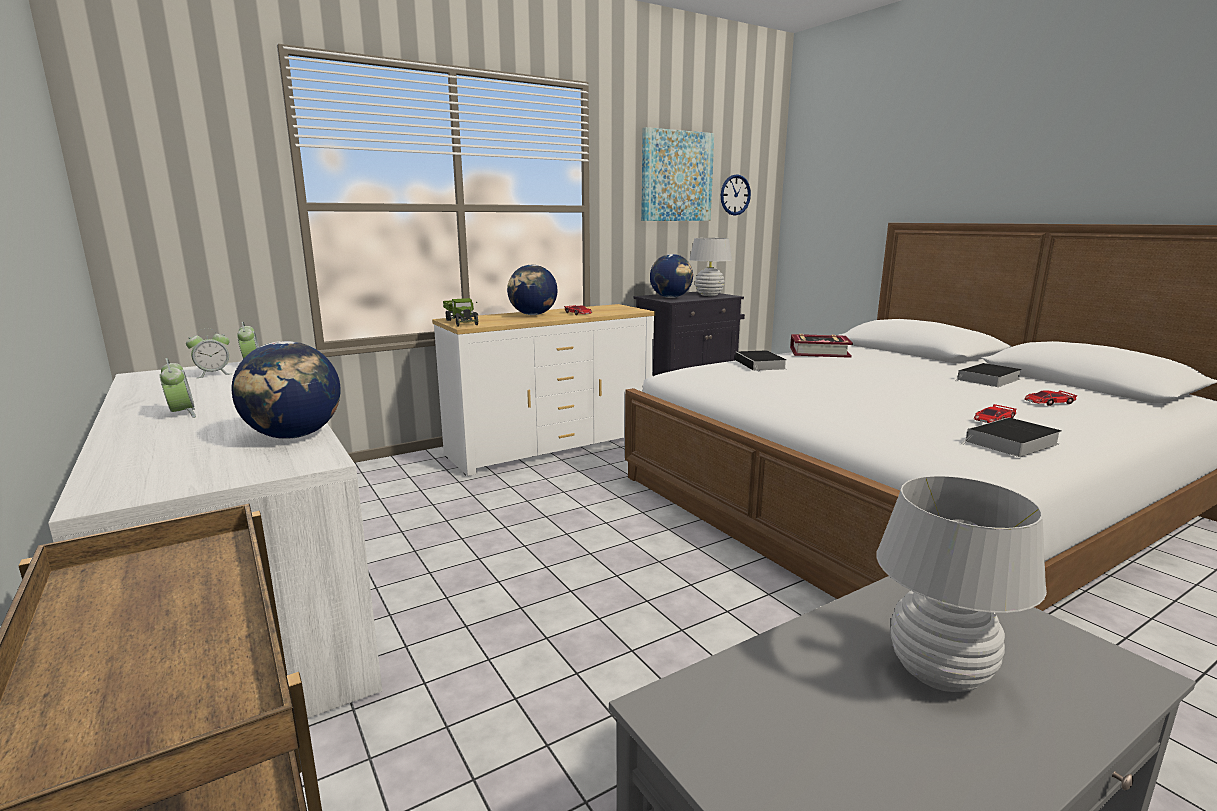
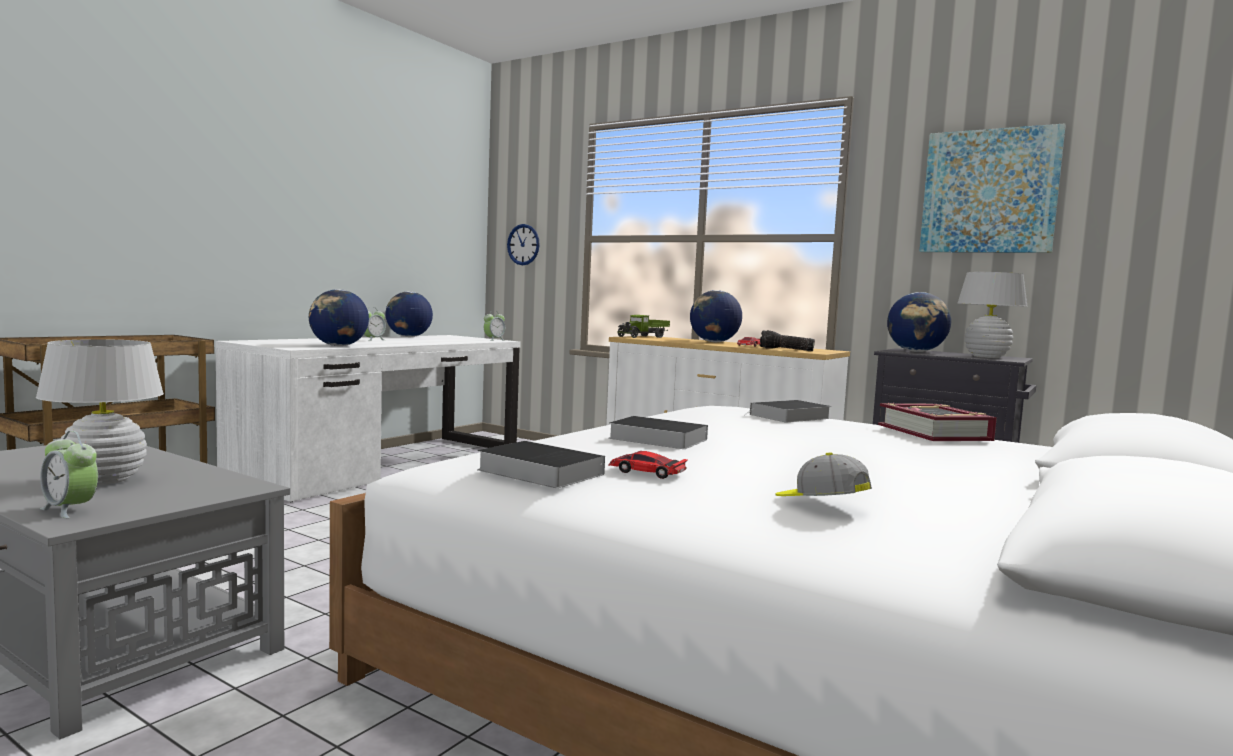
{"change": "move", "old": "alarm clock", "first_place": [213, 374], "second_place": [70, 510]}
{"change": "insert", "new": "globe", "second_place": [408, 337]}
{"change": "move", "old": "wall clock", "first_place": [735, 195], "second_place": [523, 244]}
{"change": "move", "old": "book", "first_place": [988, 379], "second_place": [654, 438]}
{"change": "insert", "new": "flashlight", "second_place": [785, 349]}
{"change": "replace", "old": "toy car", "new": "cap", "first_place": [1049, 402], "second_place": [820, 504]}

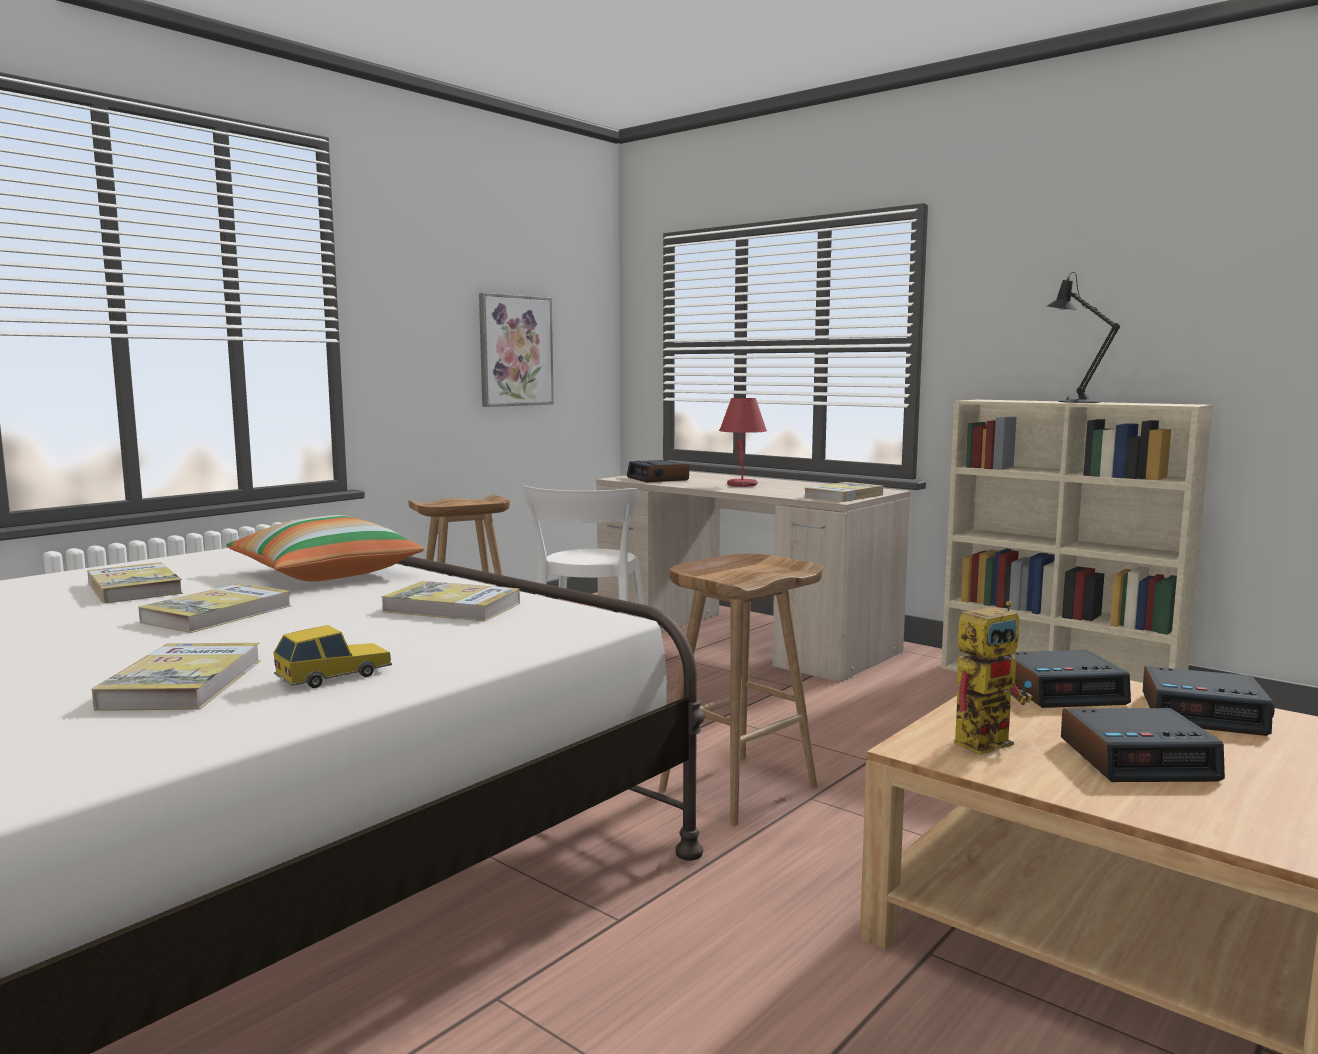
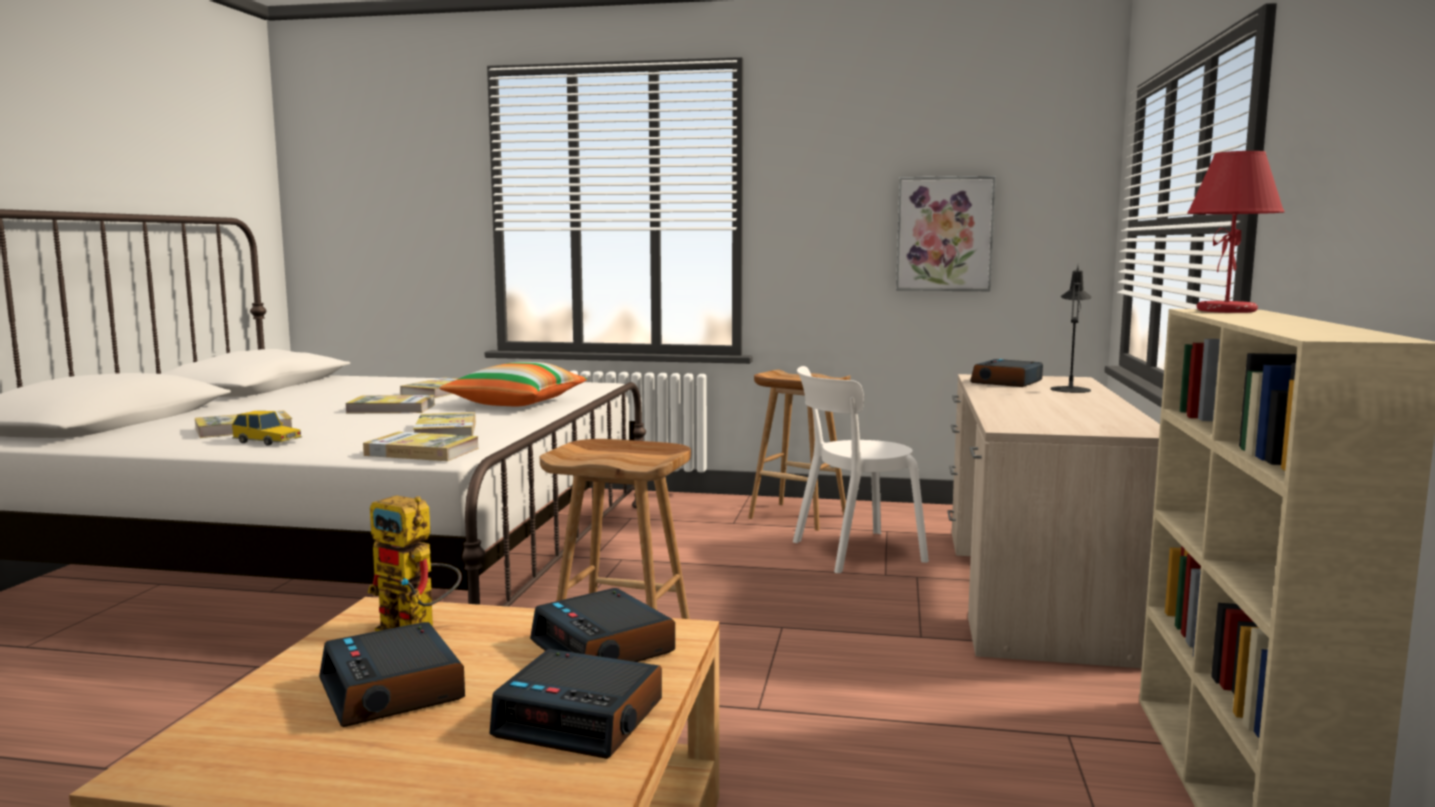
{"change": "move", "old": "book", "first_place": [843, 496], "second_place": [422, 452]}
{"change": "rotate", "old": "alarm clock", "first_place": [1204, 713], "second_place": [581, 718], "degrees": -60}
{"change": "move", "old": "table lamp (black)", "first_place": [1073, 401], "second_place": [1070, 389]}
{"change": "move", "old": "table lamp (red)", "first_place": [742, 485], "second_place": [1226, 311]}

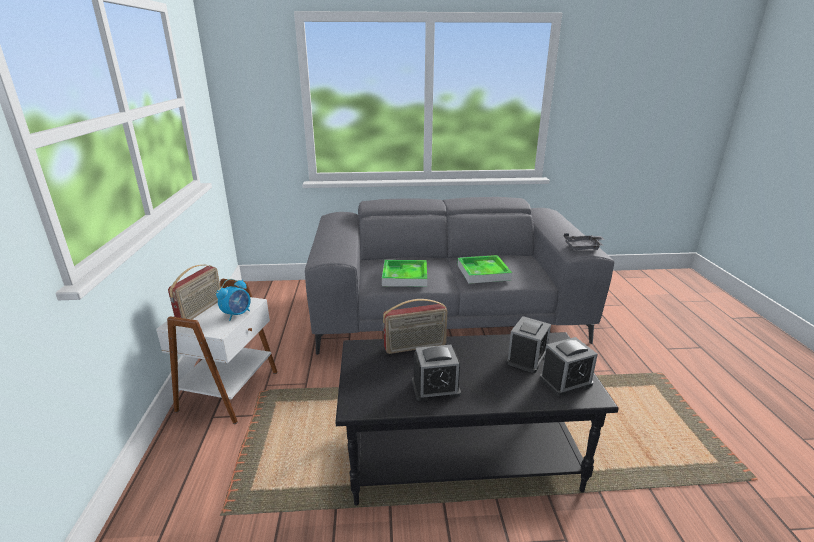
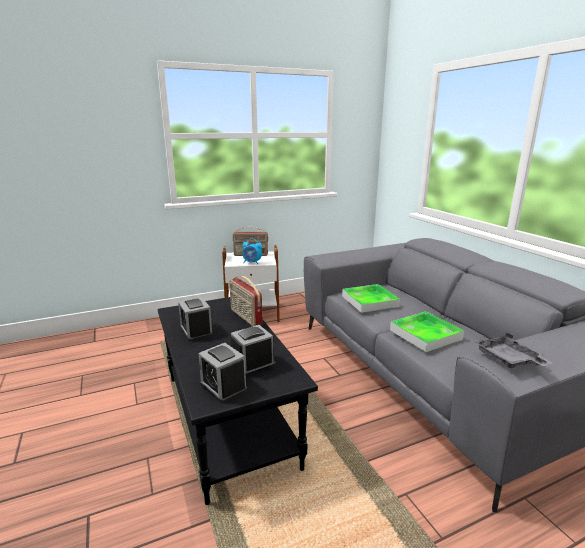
{"change": "rotate", "old": "alarm clock", "first_place": [527, 358], "second_place": [252, 365], "degrees": 135}

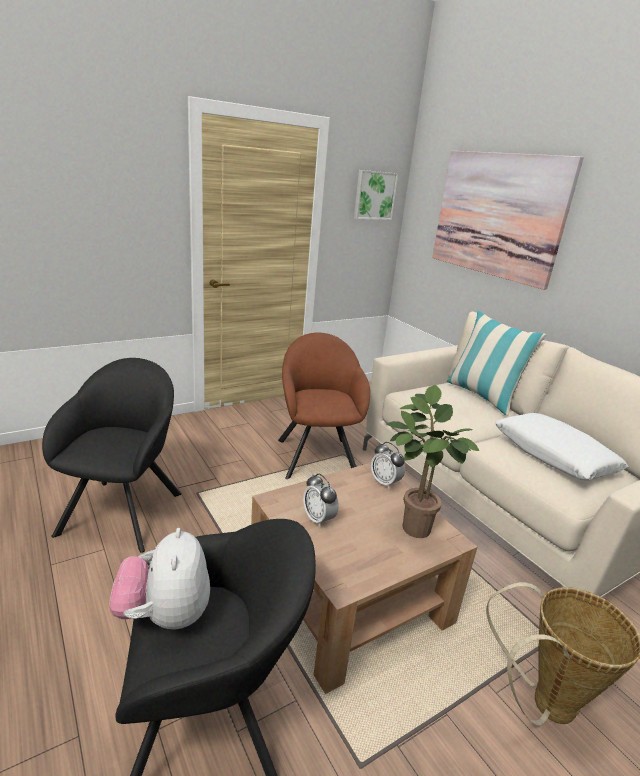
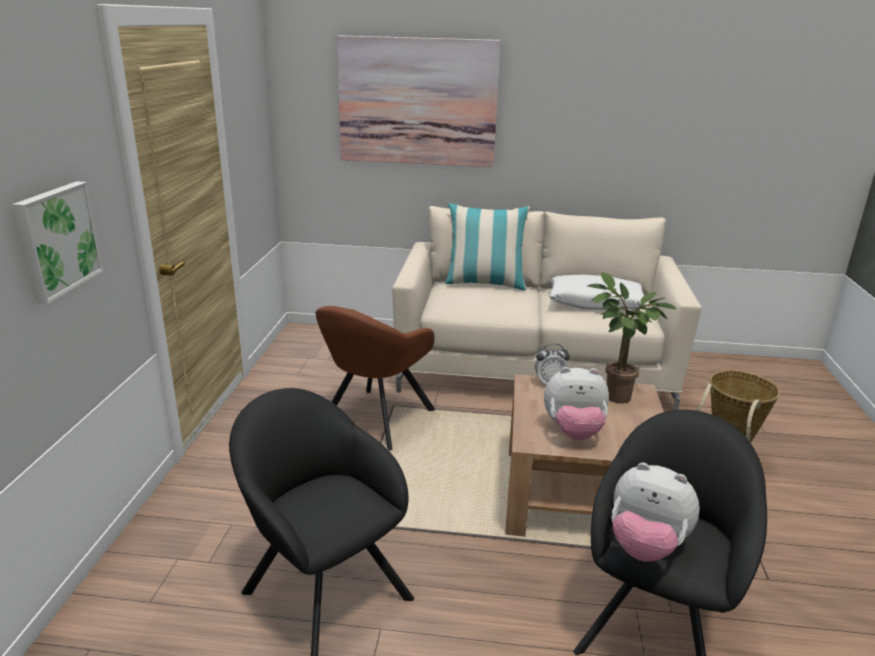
{"change": "move", "old": "picture", "first_place": [374, 195], "second_place": [56, 240]}
{"change": "rotate", "old": "armchair (brown)", "first_place": [316, 455], "second_place": [374, 421], "degrees": -90}
{"change": "replace", "old": "alarm clock", "new": "plush toy", "first_place": [318, 519], "second_place": [573, 432]}

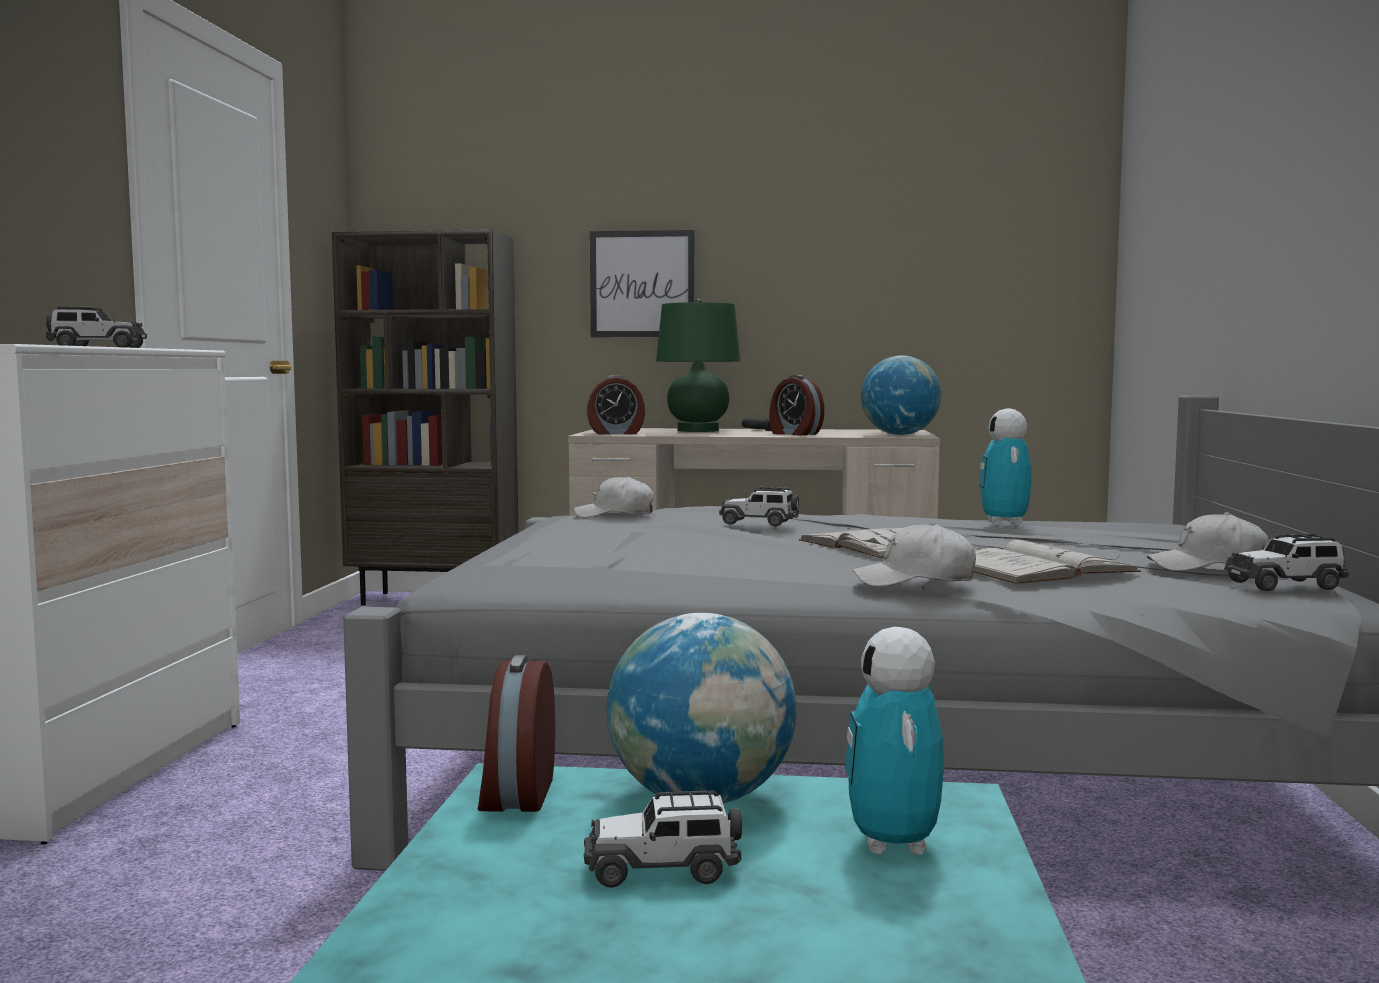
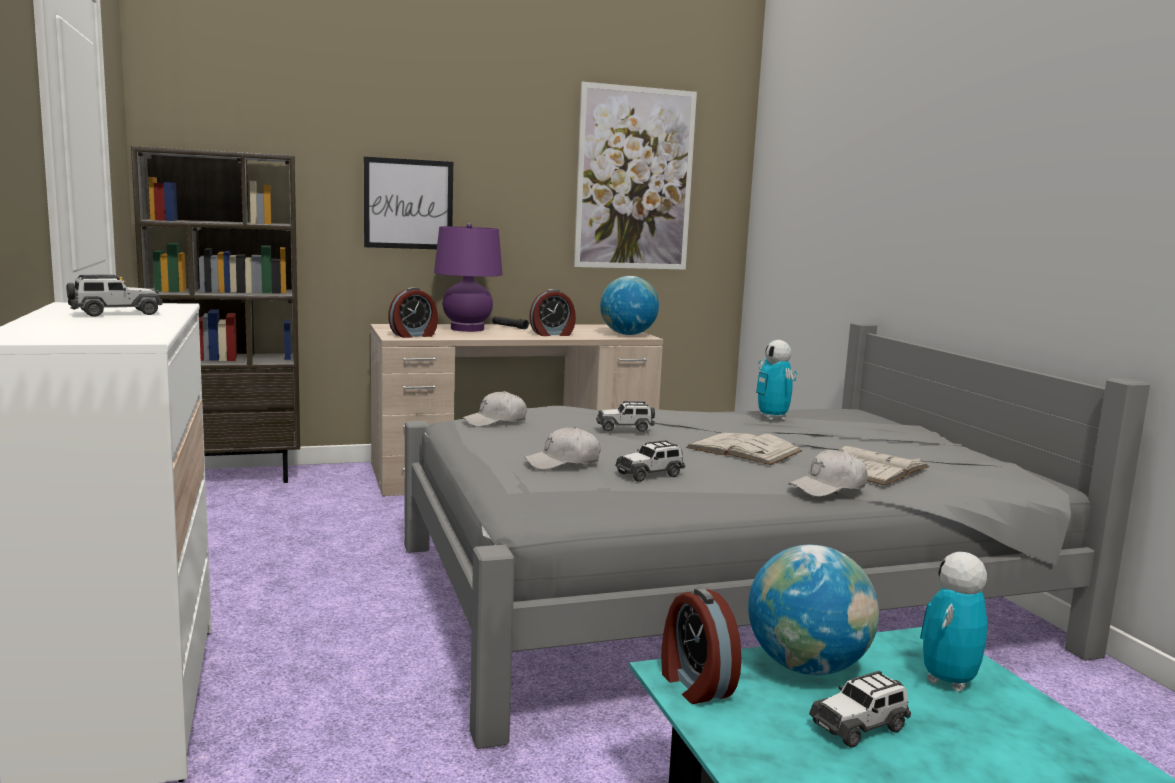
{"change": "recolor", "old": "table lamp (green)", "new": "table lamp (purple)", "first_place": [698, 430], "second_place": [467, 329]}
{"change": "move", "old": "cap (white)", "first_place": [1208, 567], "second_place": [563, 463]}
{"change": "rotate", "old": "alarm clock", "first_place": [794, 434], "second_place": [552, 334], "degrees": -45}
{"change": "insert", "new": "picture", "second_place": [634, 179]}
{"change": "move", "old": "toy car", "first_place": [1285, 585], "second_place": [650, 474]}
{"change": "rotate", "old": "toy robot", "first_place": [893, 845], "second_place": [948, 681], "degrees": 60}

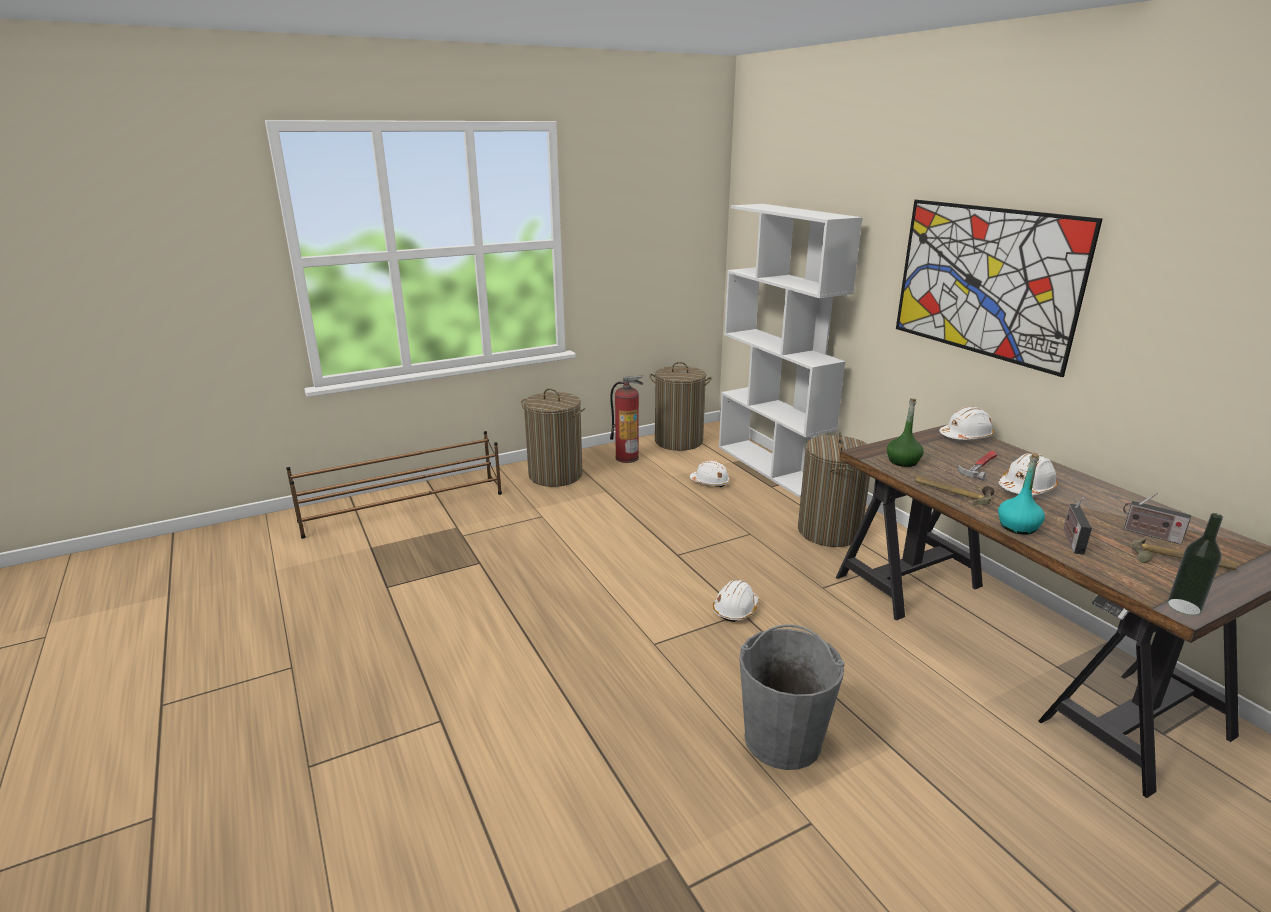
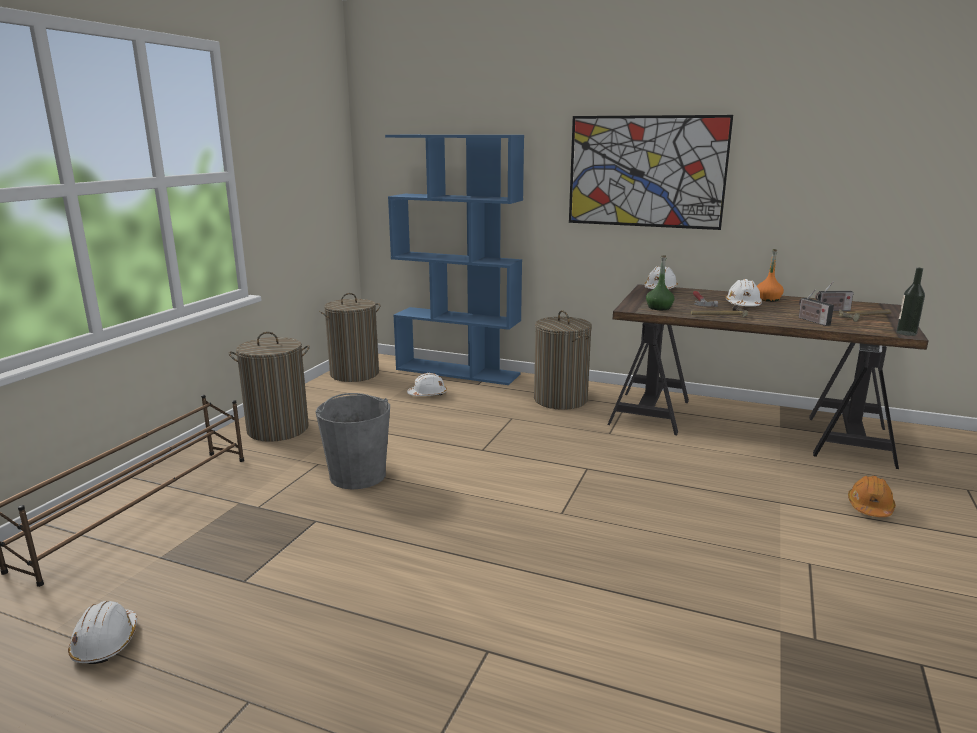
{"change": "move", "old": "hard hat (white)", "first_place": [735, 609], "second_place": [106, 643]}
{"change": "move", "old": "bucket (grey)", "first_place": [783, 739], "second_place": [358, 475]}
{"change": "recolor", "old": "bookcase (white)", "new": "bookcase (blue)", "first_place": [772, 467], "second_place": [458, 371]}
{"change": "insert", "new": "bottle (orange)", "second_place": [768, 299]}
{"change": "insert", "new": "hard hat (orange)", "second_place": [870, 507]}
{"change": "delete", "old": "fire extinguisher", "first_place": [627, 457]}
{"change": "delete", "old": "bottle (turquoise)", "first_place": [1018, 527]}

